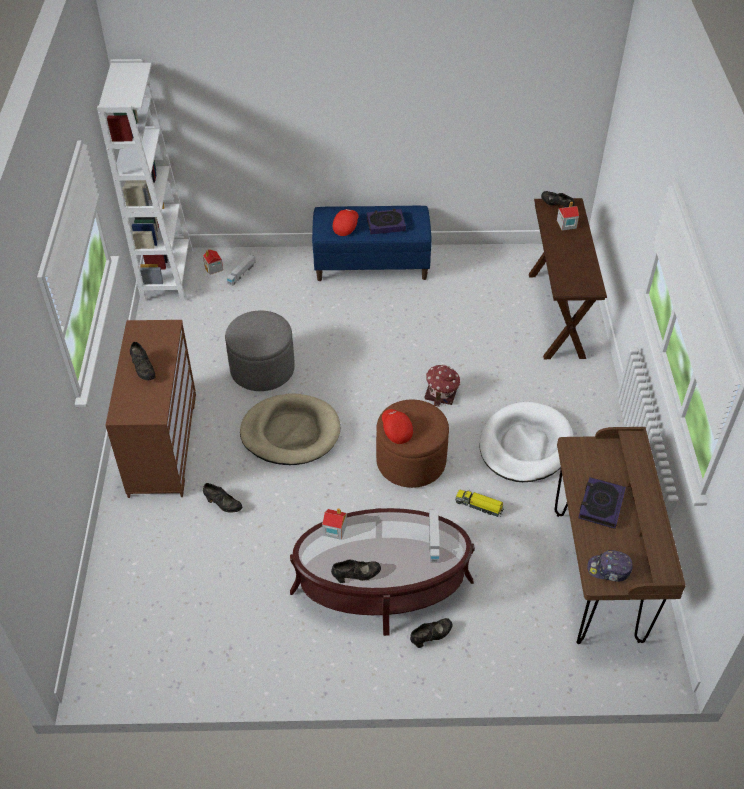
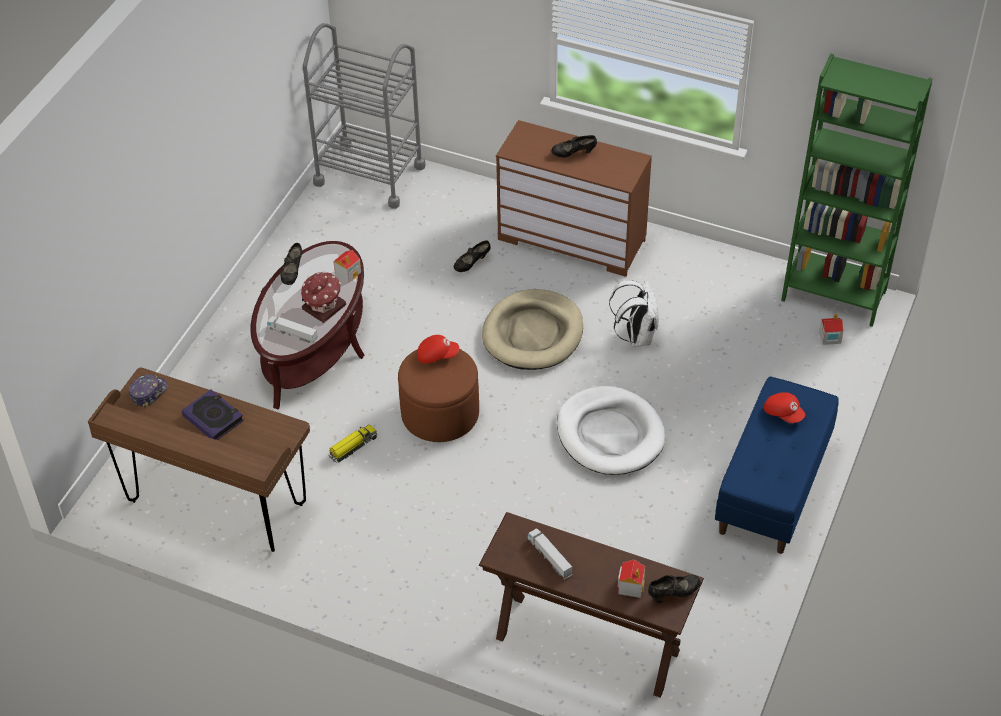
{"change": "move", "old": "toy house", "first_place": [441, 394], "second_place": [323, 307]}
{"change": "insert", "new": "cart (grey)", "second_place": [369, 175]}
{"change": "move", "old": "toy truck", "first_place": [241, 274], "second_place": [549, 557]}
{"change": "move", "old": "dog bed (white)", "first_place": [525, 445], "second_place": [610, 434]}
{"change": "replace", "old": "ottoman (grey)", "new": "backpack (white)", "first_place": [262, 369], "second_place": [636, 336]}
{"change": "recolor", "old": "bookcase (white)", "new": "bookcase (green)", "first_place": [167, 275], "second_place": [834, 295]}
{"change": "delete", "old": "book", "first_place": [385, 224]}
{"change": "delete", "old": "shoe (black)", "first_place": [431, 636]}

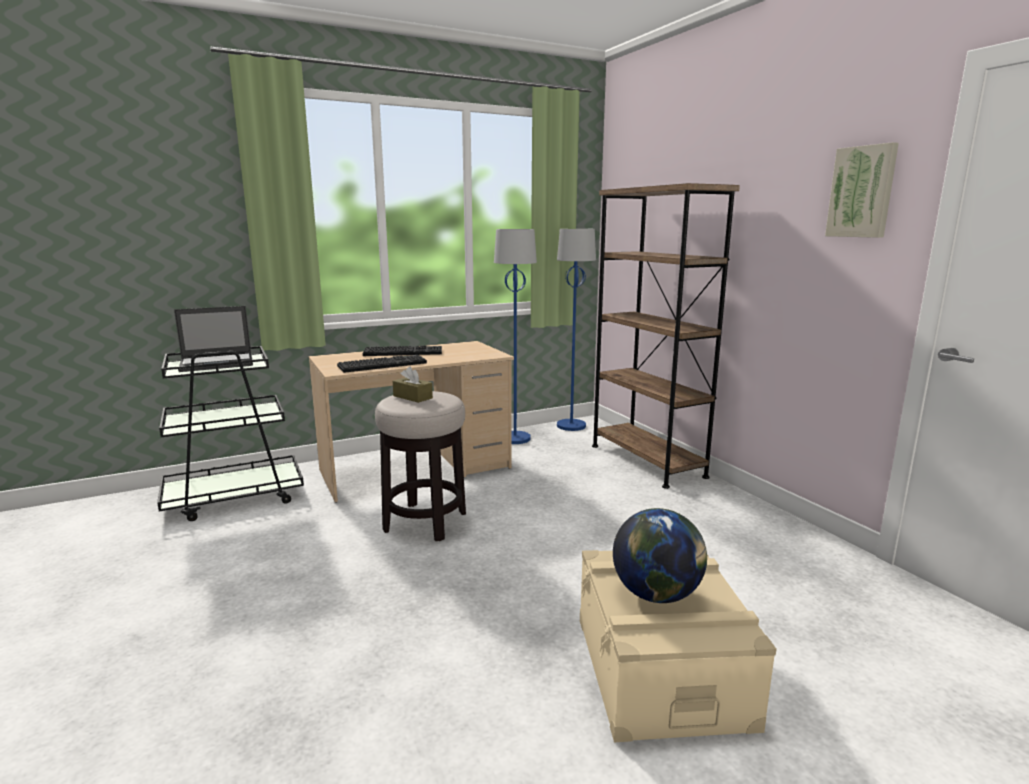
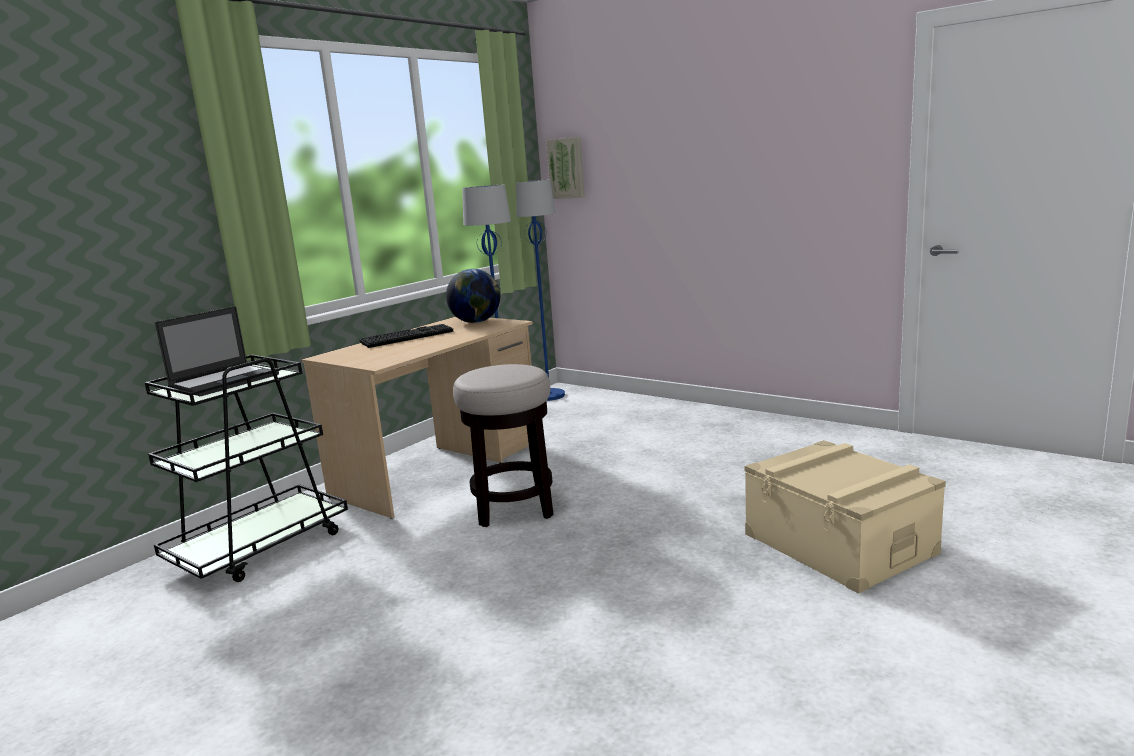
{"change": "move", "old": "globe", "first_place": [657, 594], "second_place": [476, 322]}
{"change": "move", "old": "picture", "first_place": [862, 192], "second_place": [567, 168]}
{"change": "delete", "old": "keyboard", "first_place": [383, 364]}
{"change": "delete", "old": "tissue box (brown)", "first_place": [412, 397]}
{"change": "delete", "old": "bookcase (brown)", "first_place": [646, 461]}

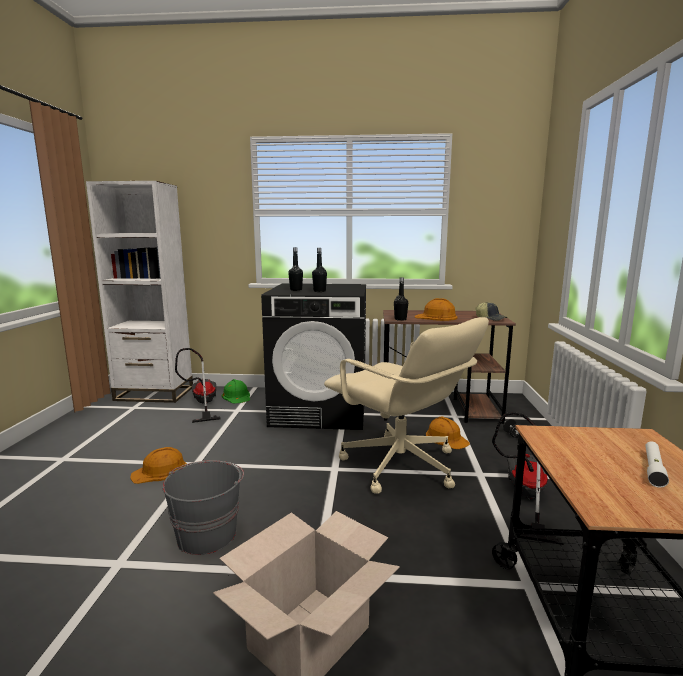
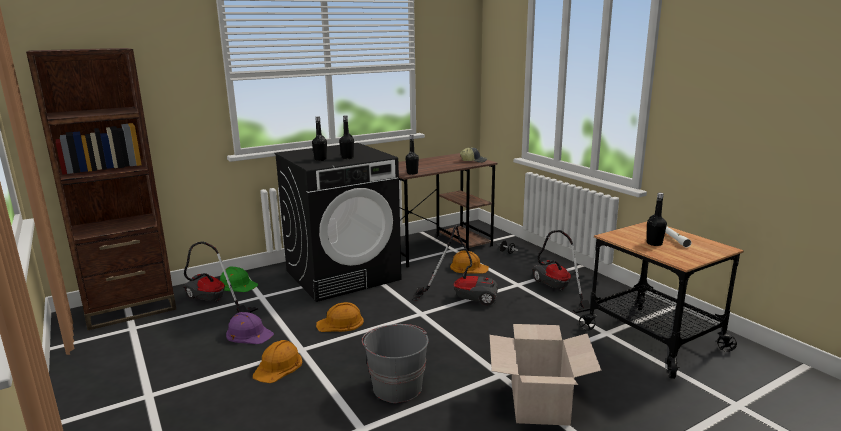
{"change": "recolor", "old": "bookcase (white)", "new": "bookcase (brown)", "first_place": [154, 394], "second_place": [130, 308]}
{"change": "insert", "new": "hard hat (purple)", "second_place": [249, 333]}
{"change": "move", "old": "hard hat (orange)", "first_place": [436, 317], "second_place": [340, 323]}
{"change": "replace", "old": "office chair (beige)", "new": "vacuum cleaner", "first_place": [400, 466], "second_place": [463, 296]}
{"change": "insert", "new": "bottle (black)", "second_place": [654, 243]}

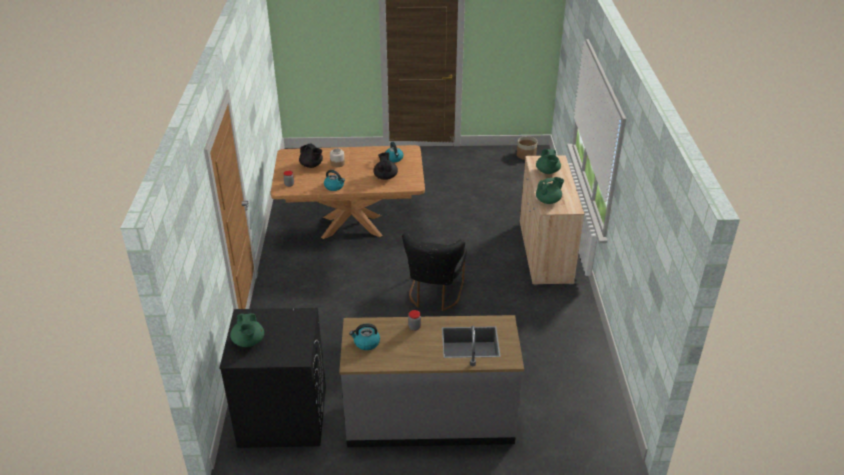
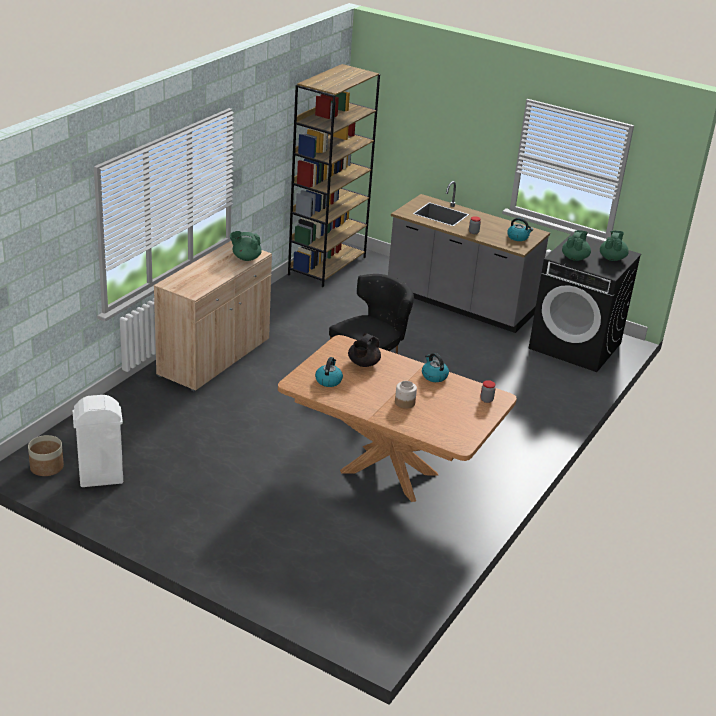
{"change": "insert", "new": "trash can (white)", "second_place": [100, 478]}
{"change": "insert", "new": "bookcase (brown)", "second_place": [327, 265]}
{"change": "move", "old": "teapot (green)", "first_place": [547, 172], "second_place": [575, 258]}
{"change": "delete", "old": "teapot (black)", "first_place": [311, 165]}

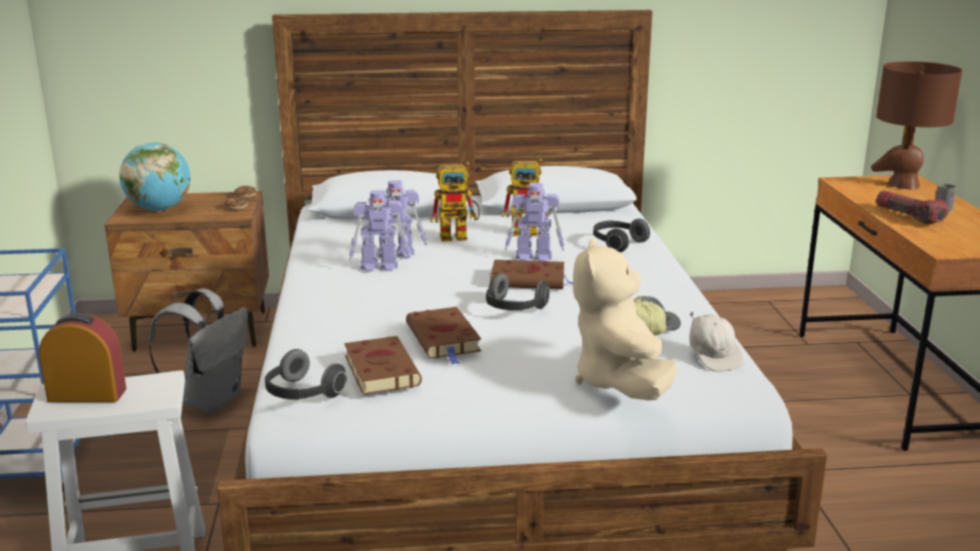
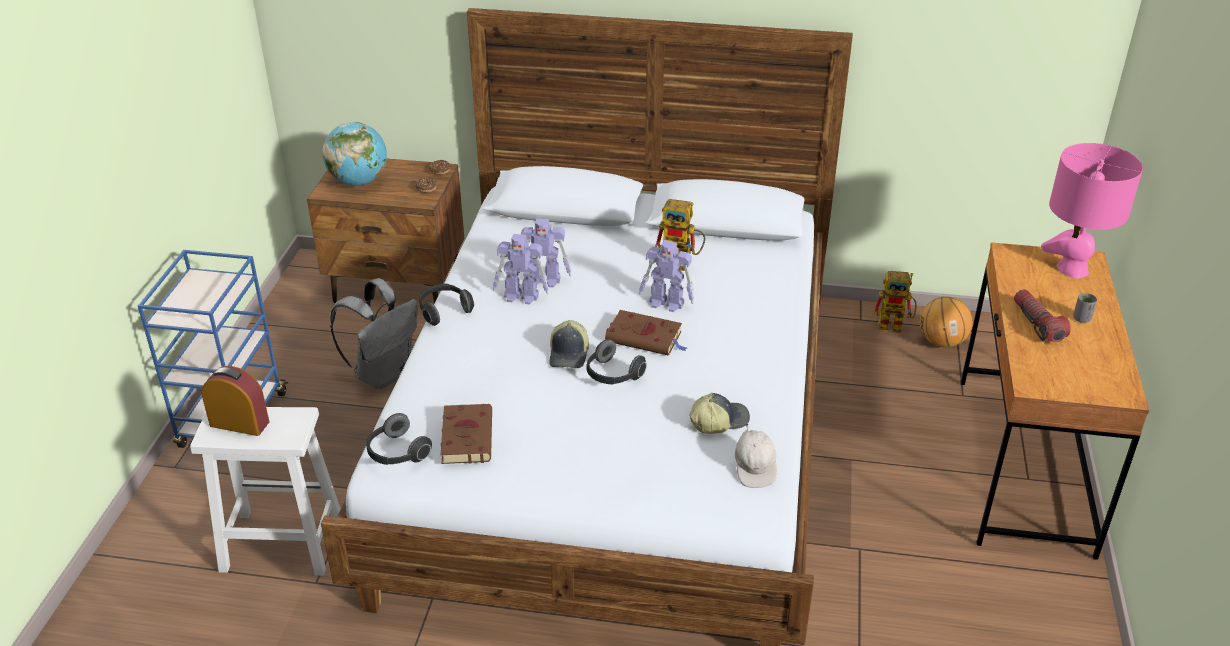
{"change": "move", "old": "headphones", "first_place": [617, 244], "second_place": [444, 311]}
{"change": "insert", "new": "cap", "second_place": [569, 354]}
{"change": "move", "old": "toy robot", "first_place": [460, 236], "second_place": [895, 326]}
{"change": "insert", "new": "basketball", "second_place": [941, 342]}
{"change": "recolor", "old": "table lamp (brown)", "new": "table lamp (pink)", "first_place": [903, 185], "second_place": [1072, 269]}
{"change": "delete", "old": "book (brown)", "first_place": [444, 340]}
{"change": "delete", "old": "plush toy (beige)", "first_place": [621, 383]}

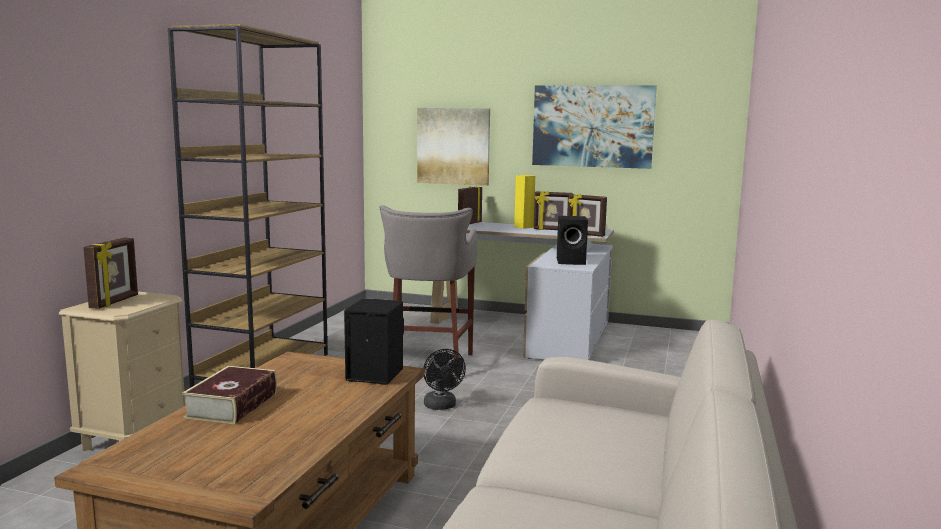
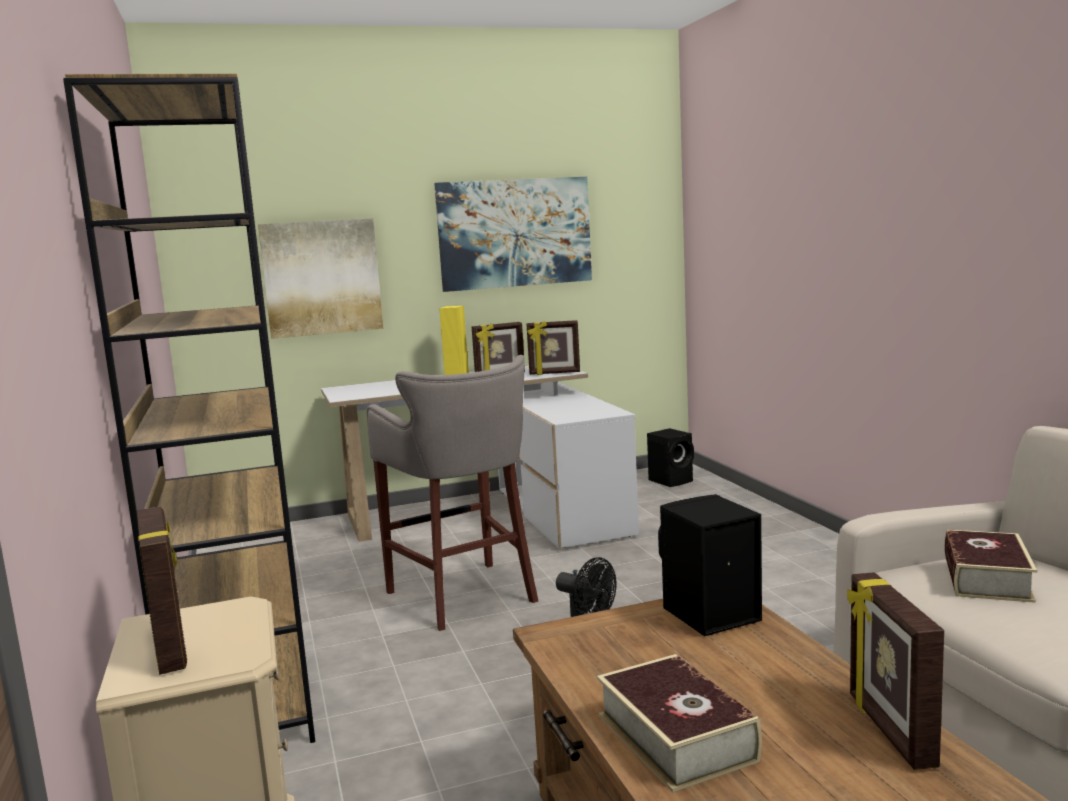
{"change": "move", "old": "speaker (black)", "first_place": [572, 262], "second_place": [672, 480]}
{"change": "move", "old": "picture frame", "first_place": [469, 224], "second_place": [889, 730]}
{"change": "insert", "new": "book", "second_place": [986, 578]}

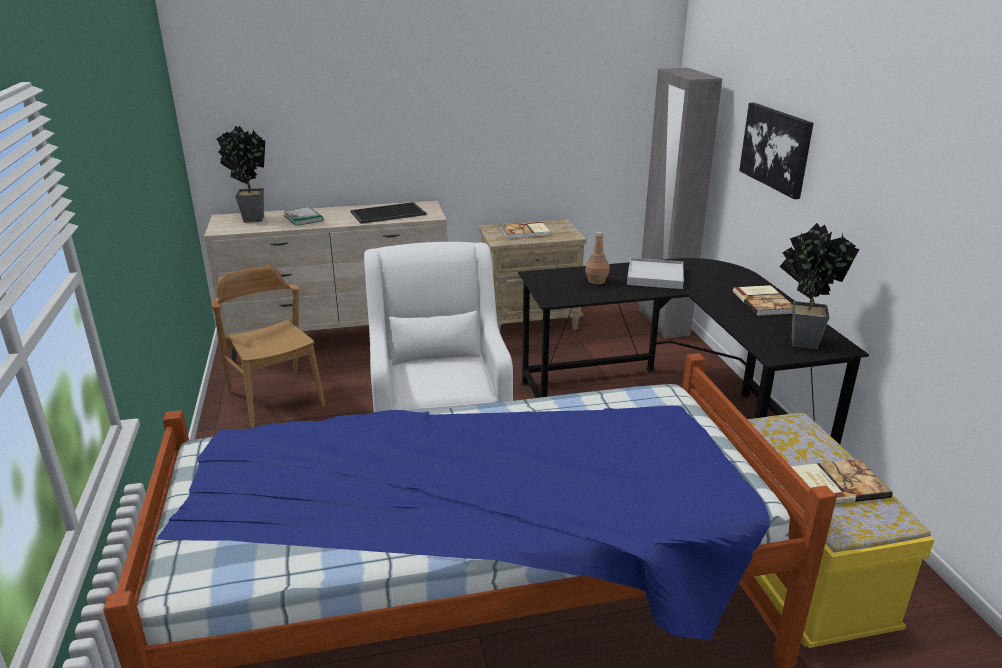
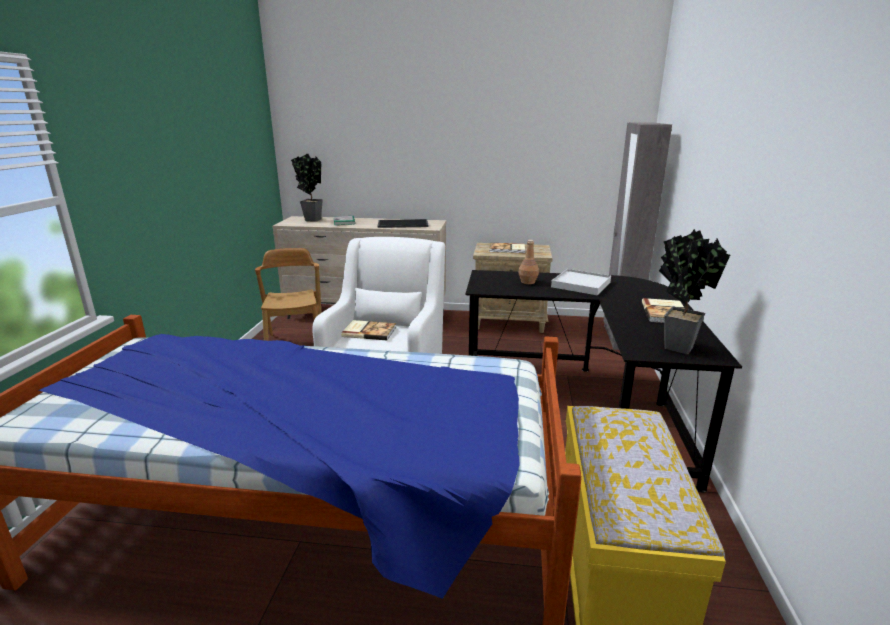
{"change": "move", "old": "book", "first_place": [837, 484], "second_place": [369, 331]}
{"change": "delete", "old": "picture", "first_place": [776, 148]}

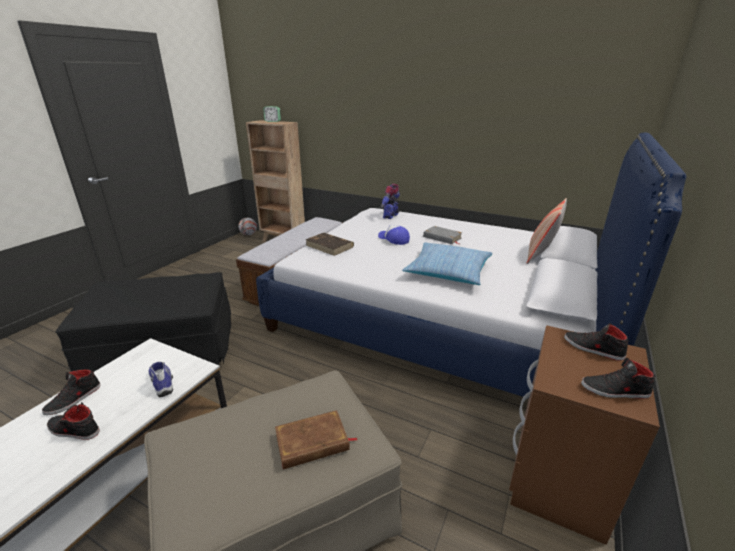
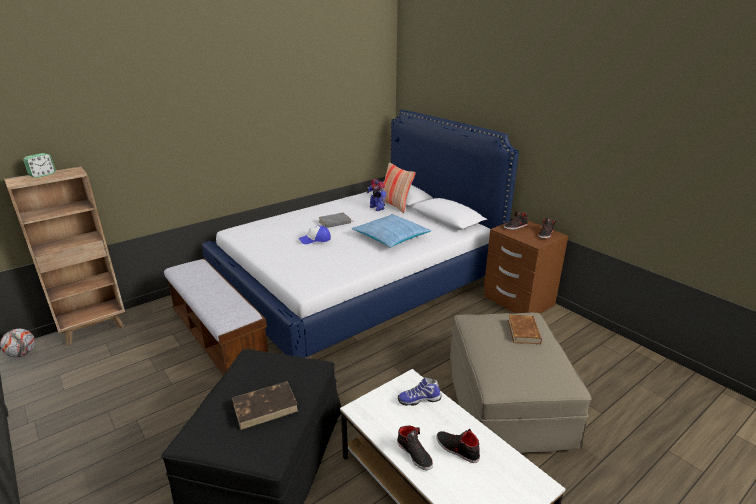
{"change": "move", "old": "book (brown)", "first_place": [330, 246], "second_place": [265, 406]}
{"change": "move", "old": "toy robot", "first_place": [391, 216], "second_place": [377, 208]}
{"change": "rotate", "old": "shoe (black)", "first_place": [73, 430], "second_place": [457, 449], "degrees": 90}

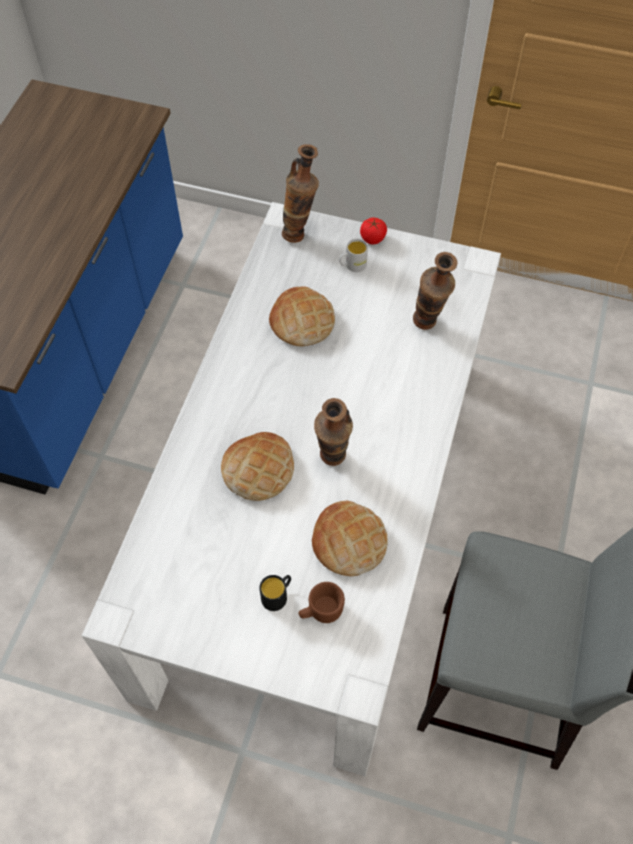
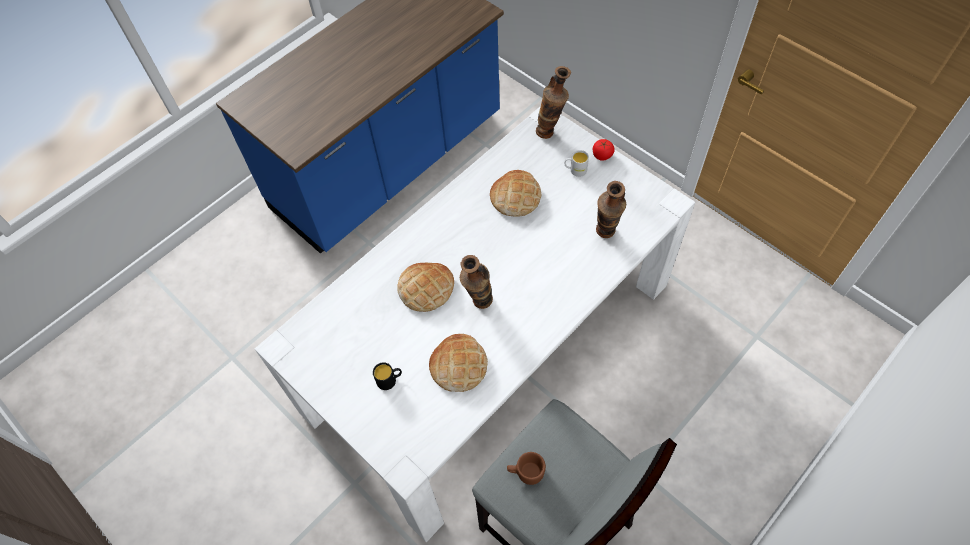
{"change": "move", "old": "mug (brown)", "first_place": [320, 611], "second_place": [526, 472]}

